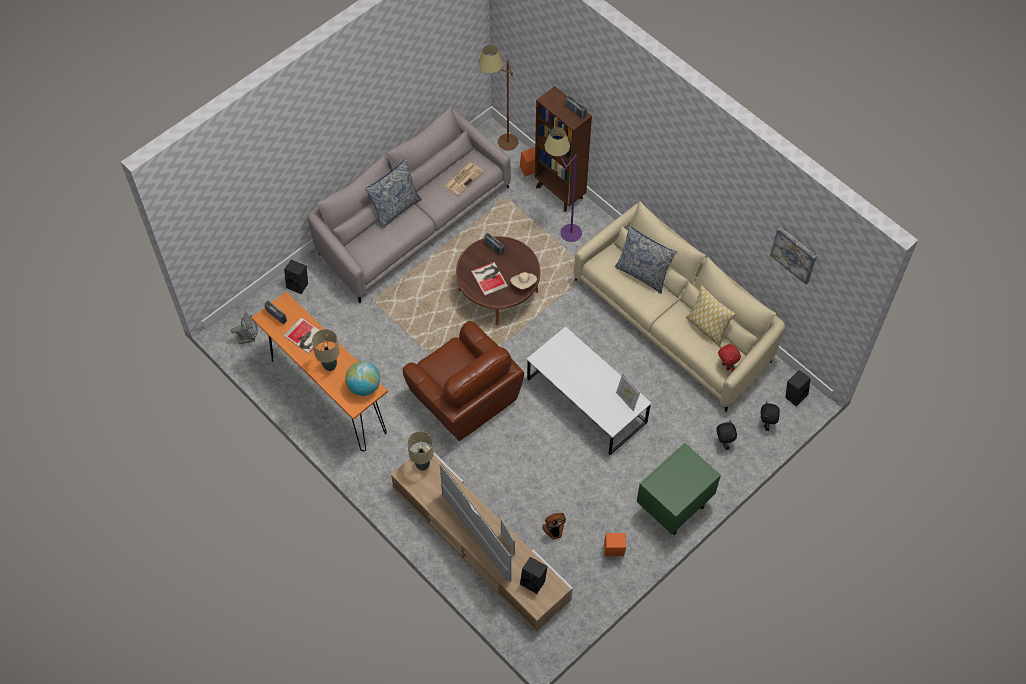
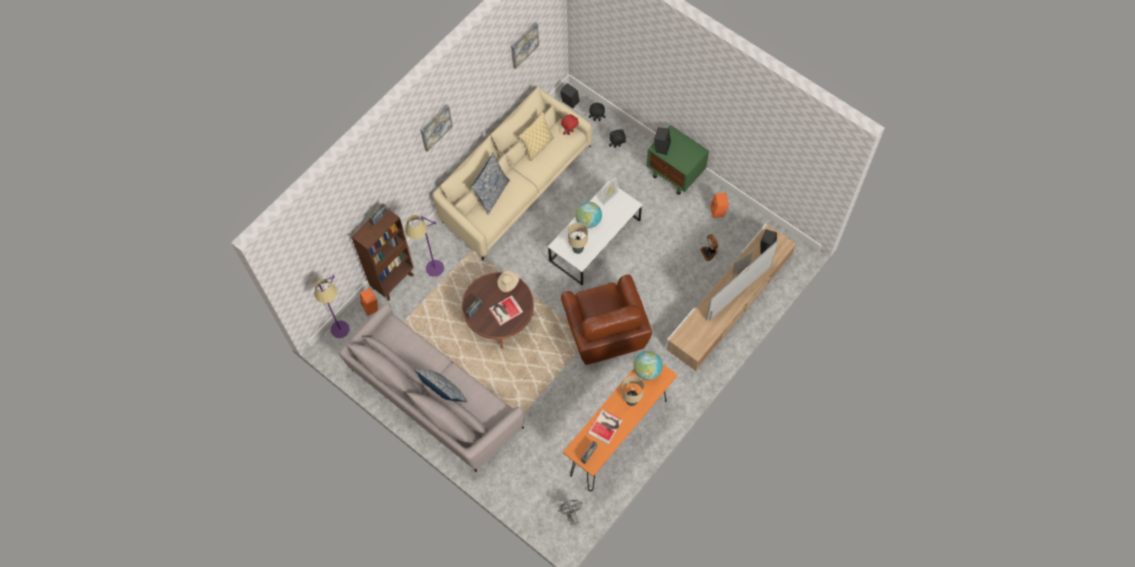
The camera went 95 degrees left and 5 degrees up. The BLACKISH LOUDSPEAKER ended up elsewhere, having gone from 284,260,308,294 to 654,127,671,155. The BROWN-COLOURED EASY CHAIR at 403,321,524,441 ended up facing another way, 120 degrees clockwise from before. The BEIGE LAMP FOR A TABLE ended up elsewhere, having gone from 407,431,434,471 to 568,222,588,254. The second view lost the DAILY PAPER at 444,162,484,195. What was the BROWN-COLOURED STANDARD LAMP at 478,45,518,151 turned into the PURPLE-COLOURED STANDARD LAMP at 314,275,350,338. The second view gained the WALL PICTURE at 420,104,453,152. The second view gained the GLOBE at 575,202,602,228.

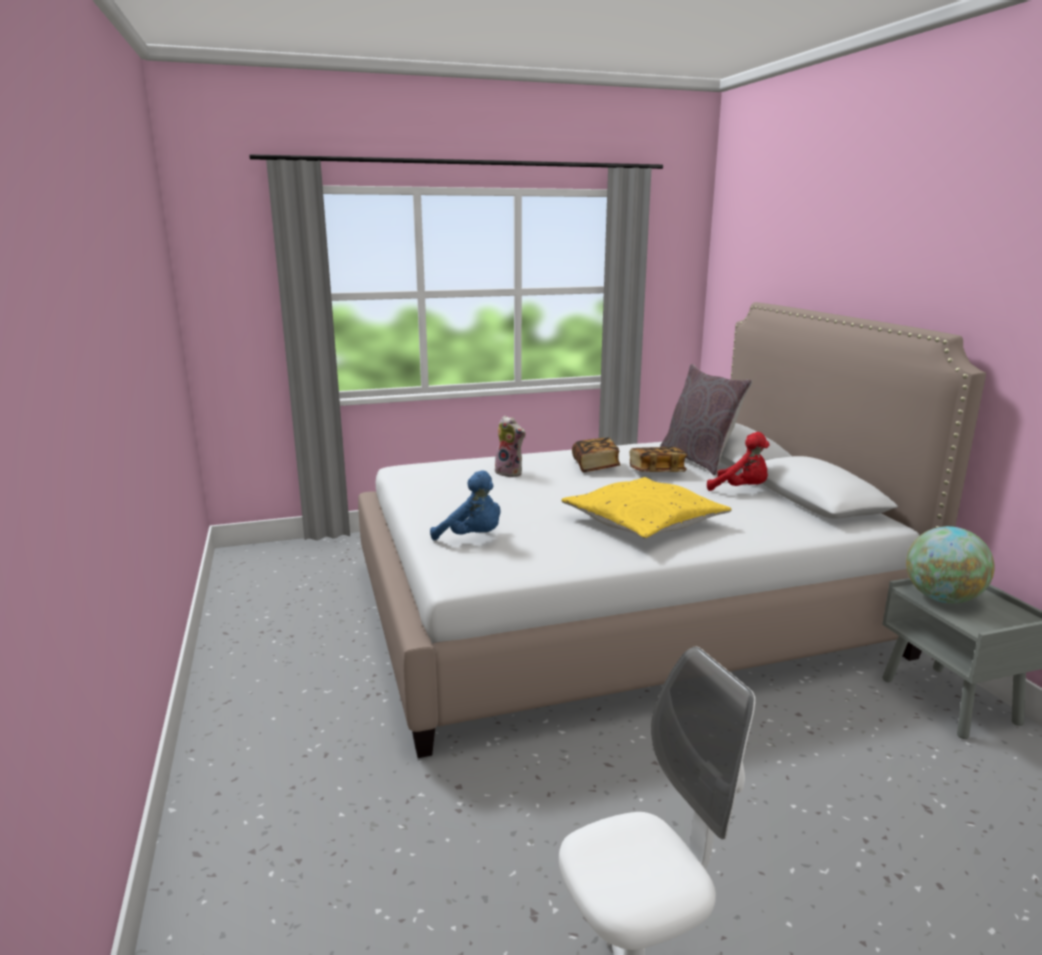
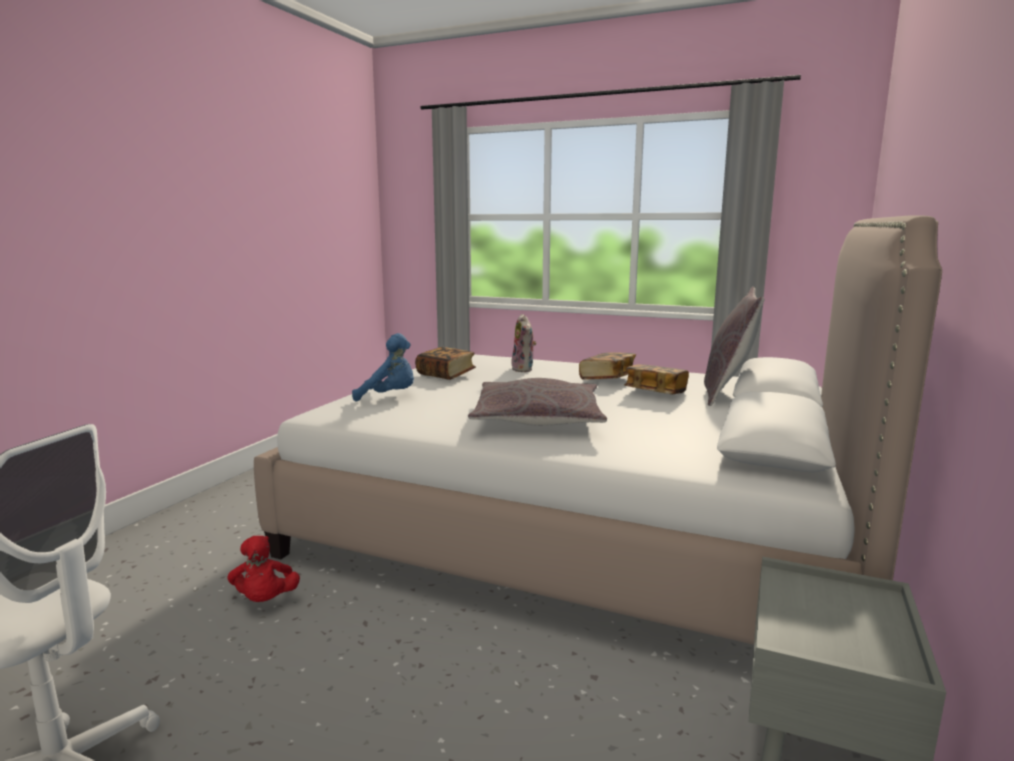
The camera went 40 degrees right and 5 degrees down. The BLUE SOFT TOY at 430,470,501,540 ended up facing another way, 60 degrees counterclockwise from before. What was the YELLOW CUSHION at 561,477,731,539 turned into the GREYISH CUSHION at 468,378,607,426. The RED SOFT TOY ended up elsewhere, having gone from 707,432,770,491 to 227,536,300,602. The second view lost the GLOBE at 906,526,995,604. The second view gained the BOUND BOOK at 415,347,476,380.

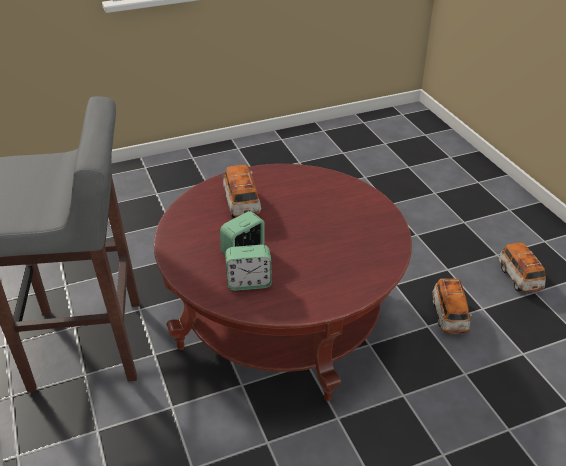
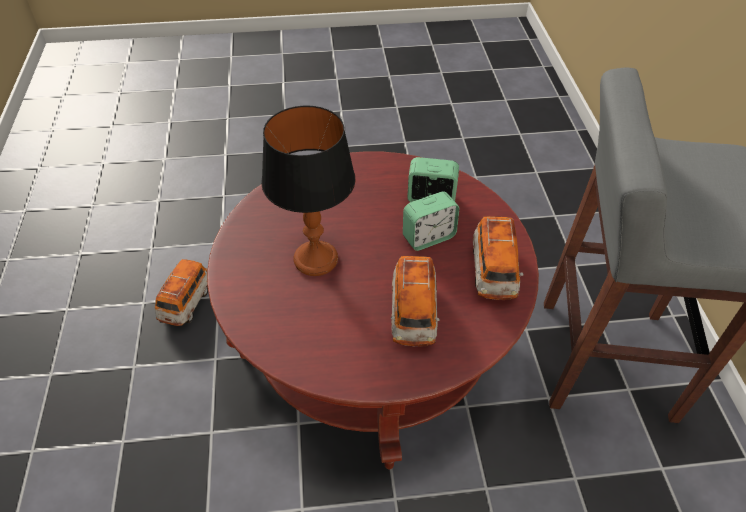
The camera went 165 degrees left and 10 degrees up. The TOY CAR ended up elsewhere, having gone from 498,243,546,294 to 473,216,524,300. The second view gained the LAMP FOR A TABLE at 261,105,355,276.

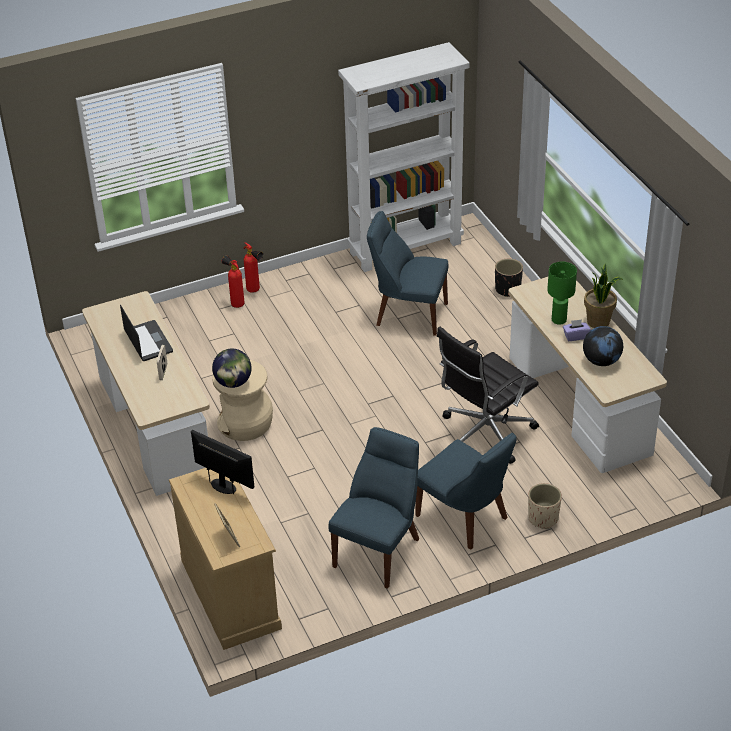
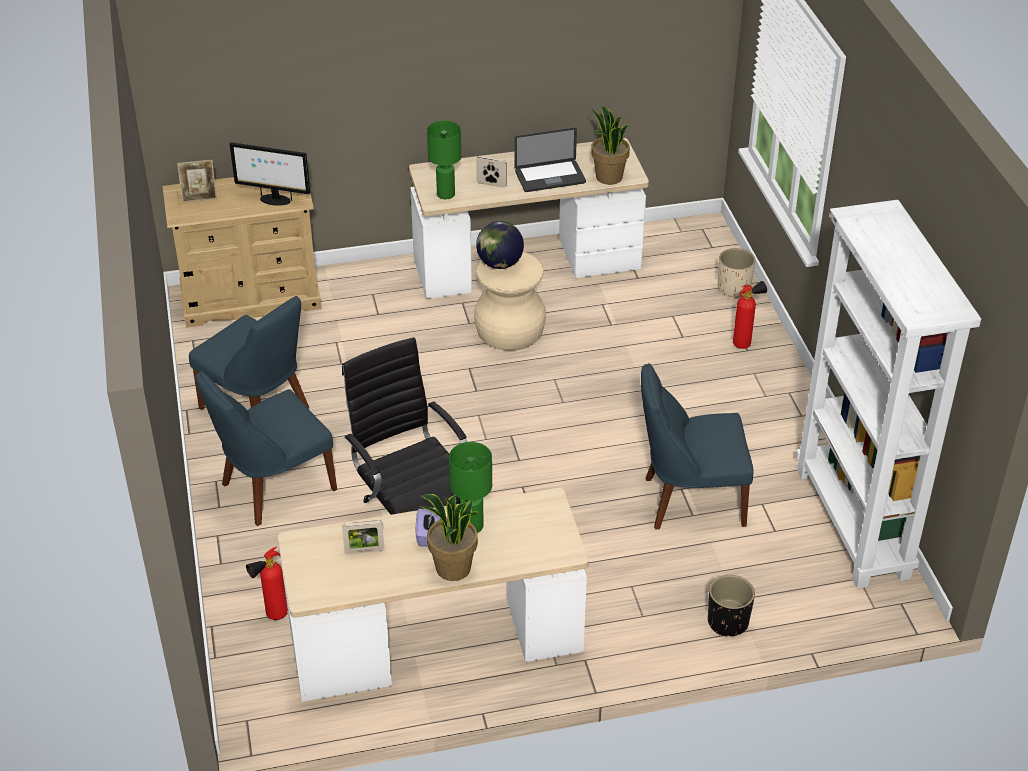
The camera went 100 degrees right and 0 degrees up. The MONITOR at 191,430,254,494 ended up facing another way, 60 degrees clockwise from before. The FIRE EXTINGUISHER ended up elsewhere, having gone from 244,242,263,293 to 246,547,288,620. The BLUE PLAIN CHAIR at 367,211,448,336 ended up facing another way, 120 degrees counterclockwise from before. The BEIGE FLOWER POT ended up elsewhere, having gone from 528,483,562,529 to 718,248,756,298. Where the GLOBE stood at 583,326,623,366, the PICTURE FRAME came to stand at 342,520,384,554. The second view gained the GREENISH LAMP FOR A TABLE at 427,120,461,199. The second view gained the HOUSEPLANT at 590,106,630,185.

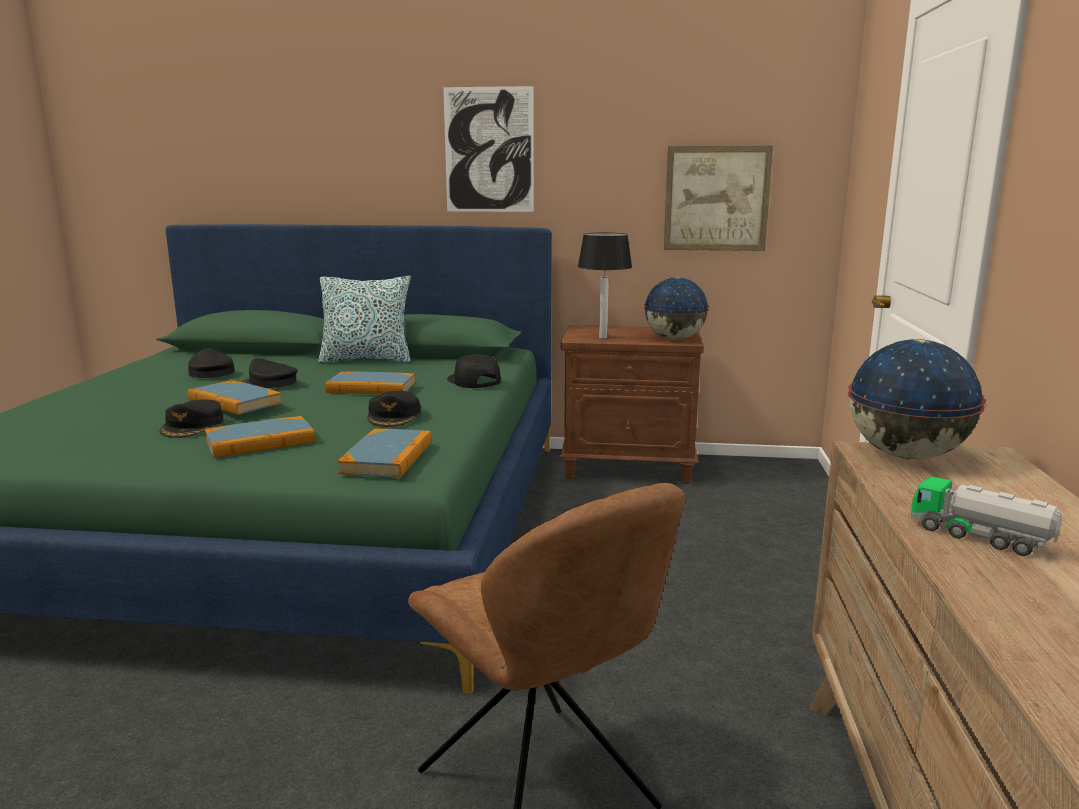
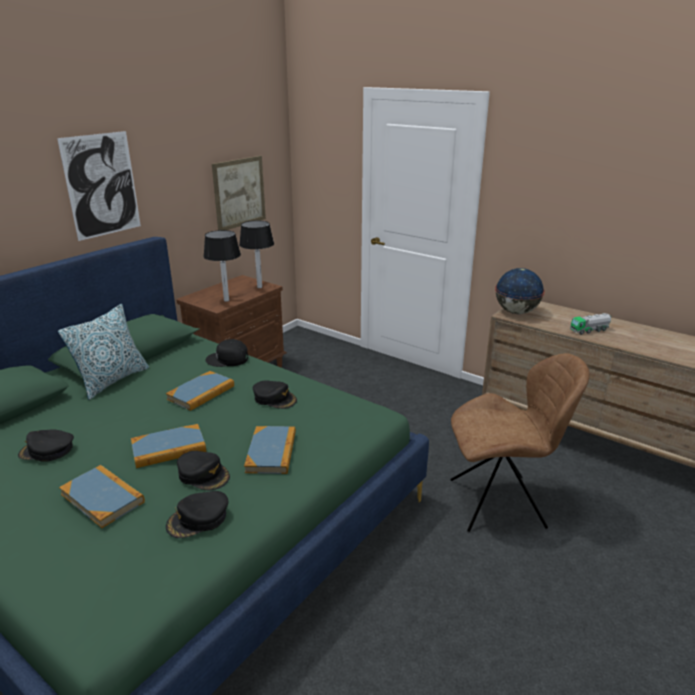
The camera went 60 degrees left and 10 degrees up. The BLACKISH CAP ended up elsewhere, having gone from 241,358,297,388 to 166,491,228,538. The BOUND BOOK ended up elsewhere, having gone from 337,429,432,478 to 59,465,145,528. Where the GLOBE stood at 644,277,709,340, the LAMP FOR A TABLE came to stand at 239,221,274,288.

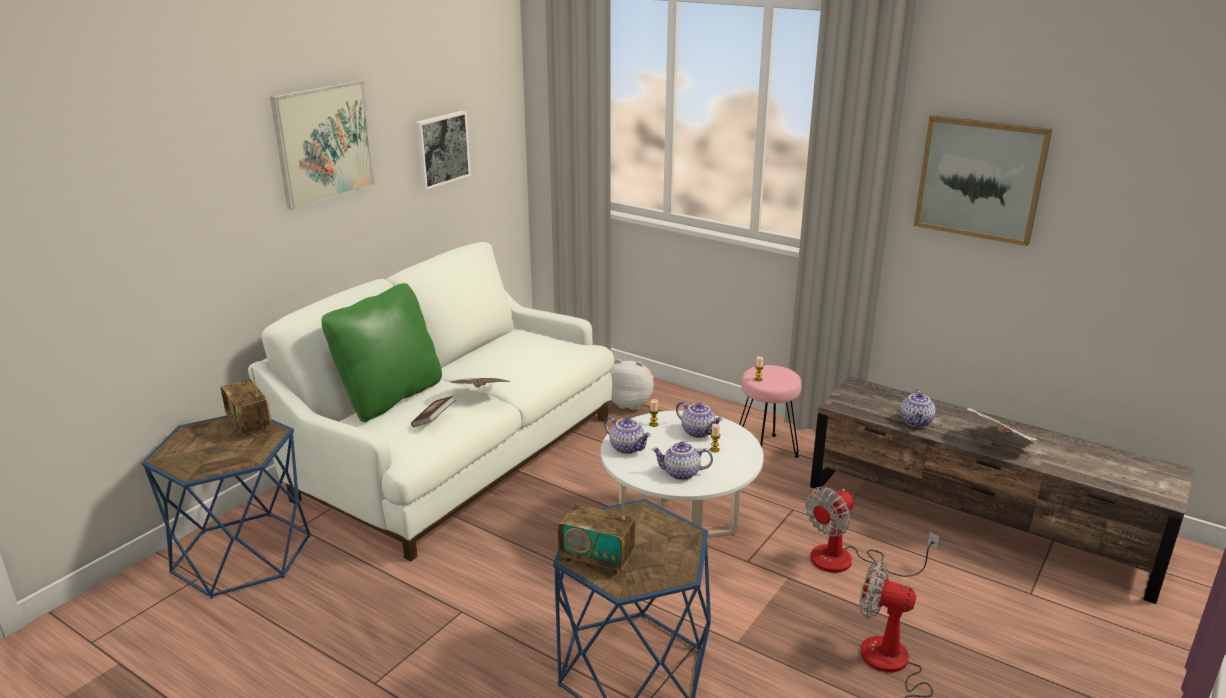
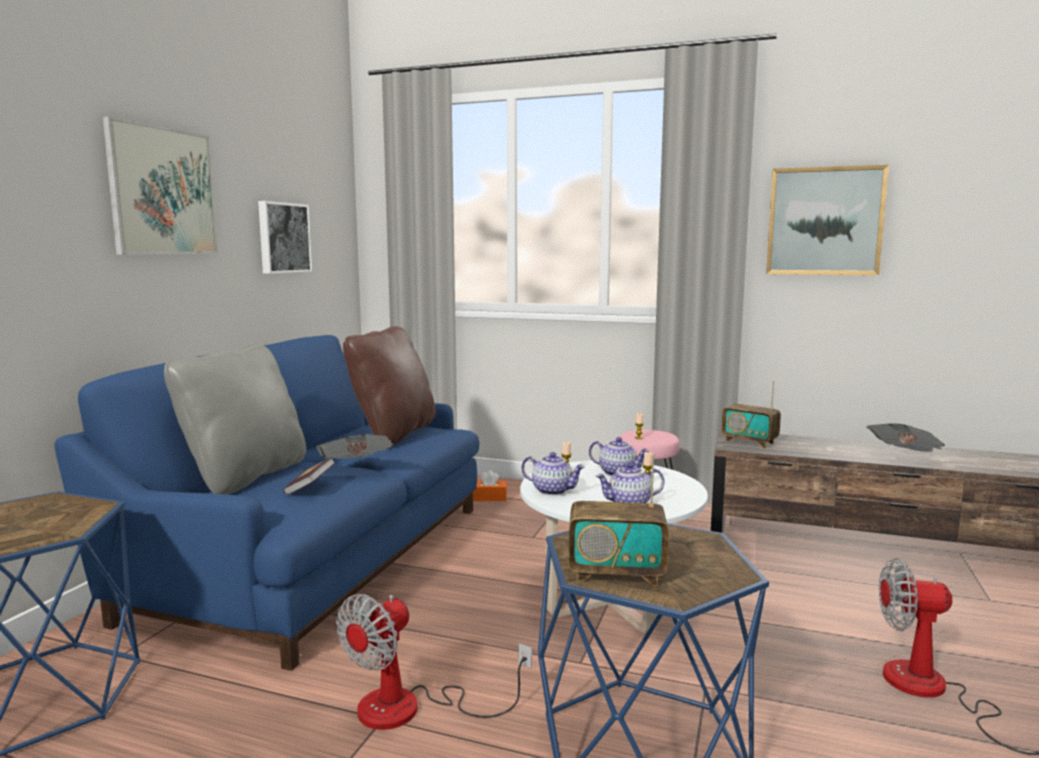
The camera went 15 degrees left and 15 degrees down. The RADIO ended up elsewhere, having gone from 221,367,271,438 to 721,381,781,448. What was the WHITISH COUCH at 248,242,614,562 turned into the BLUE COUCH at 54,335,479,671. What was the GREENISH CUSHION at 321,283,442,422 turned into the GREYISH CUSHION at 164,344,306,495. Where the SOFT TOY stood at 609,359,654,410, the ORANGE TISSUE BOX came to stand at 473,470,507,501. The COOLING FAN ended up elsewhere, having gone from 805,487,940,577 to 336,594,532,730. The second view lost the POT FOR TEA at 900,389,935,427. The second view gained the BROWN-COLOURED CUSHION at 343,326,436,445.

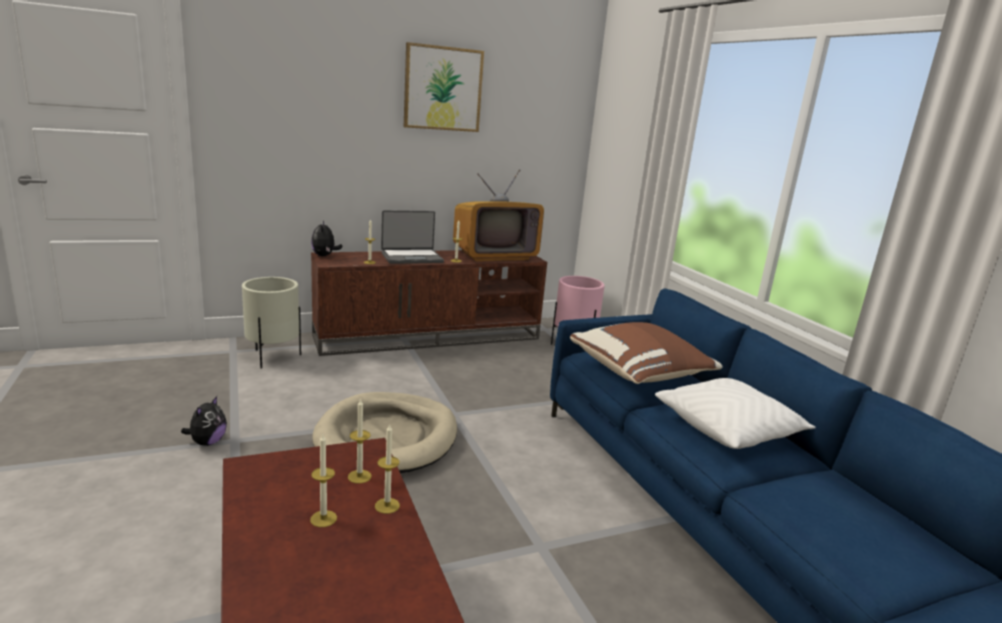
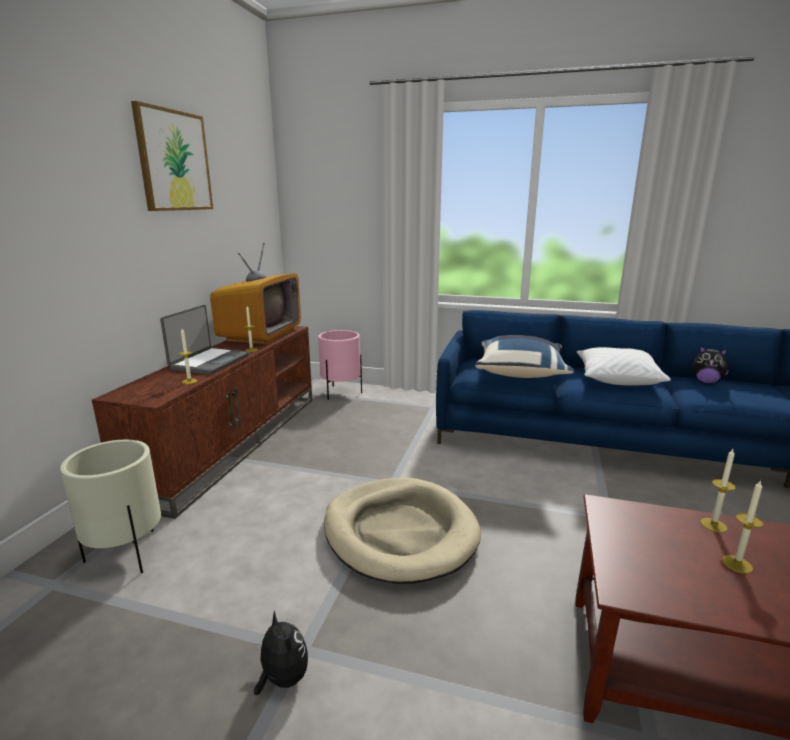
The camera went 50 degrees left and 0 degrees up. The SOFT TOY ended up elsewhere, having gone from 311,221,342,256 to 692,346,729,384. The second view lost the WAX LIGHT at 348,398,372,484. What was the BROWN-COLOURED CUSHION at 570,322,723,384 turned into the BLUE CUSHION at 475,335,574,378.

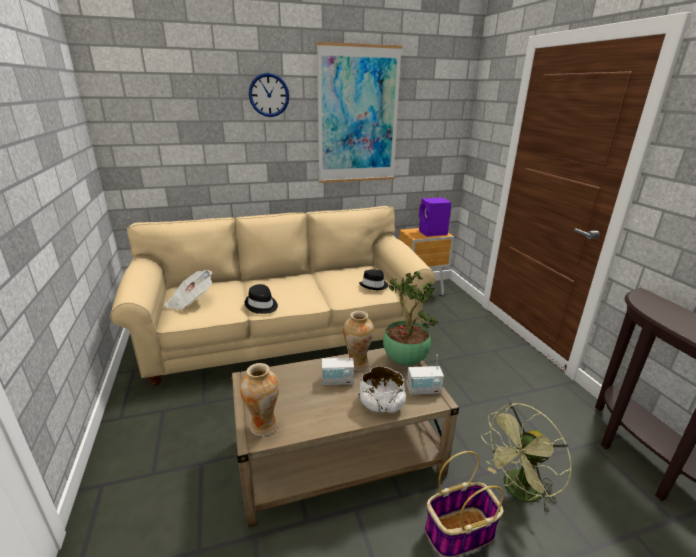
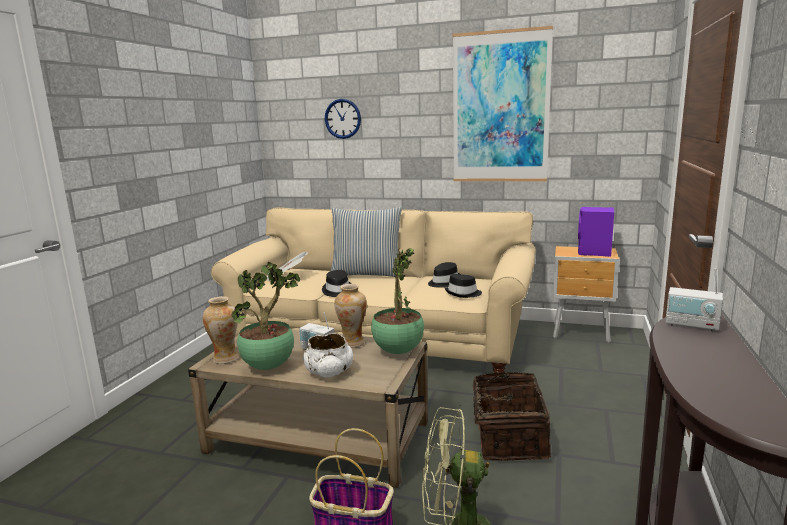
The camera went 35 degrees right and 10 degrees down. The HANGING CLOCK ended up elsewhere, having gone from 249,73,289,117 to 325,99,361,139. The RADIO ended up elsewhere, having gone from 407,354,444,395 to 666,268,723,331. The second view gained the HOUSEPLANT at 232,261,300,370. The second view gained the CUSHION at 331,207,402,277. The second view gained the BLACKISH HAT at 428,262,460,288. The second view gained the HOUSEHOLD BASKET at 459,372,551,461.

